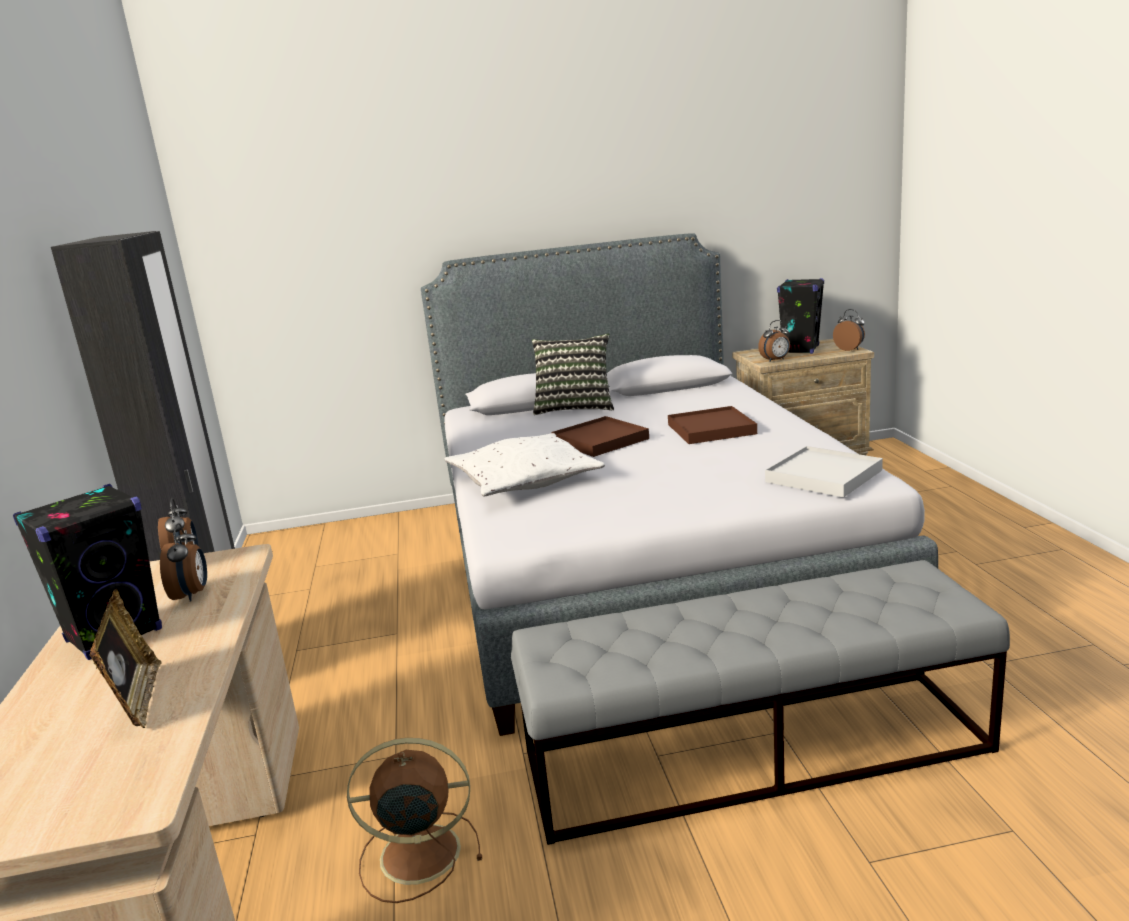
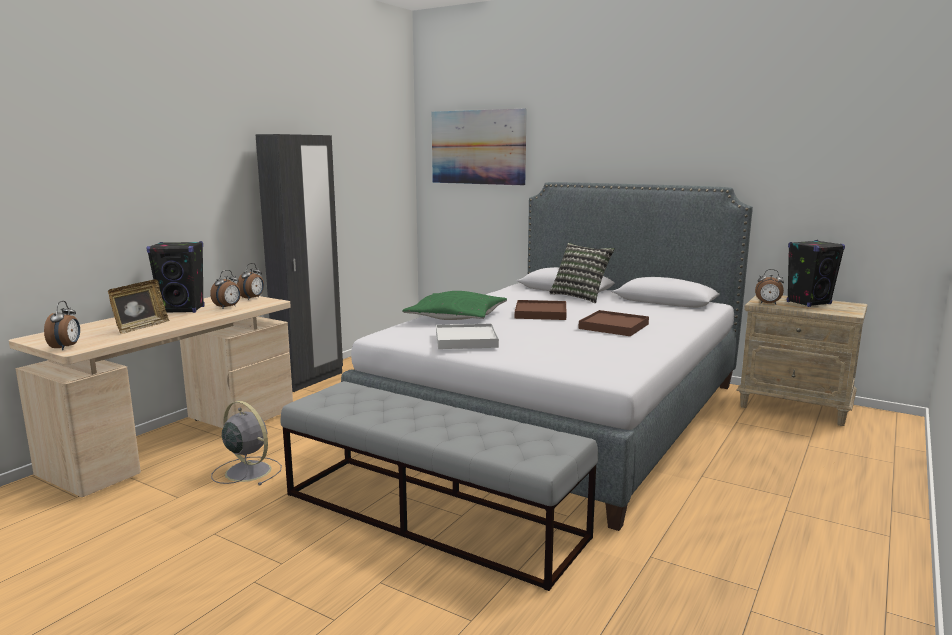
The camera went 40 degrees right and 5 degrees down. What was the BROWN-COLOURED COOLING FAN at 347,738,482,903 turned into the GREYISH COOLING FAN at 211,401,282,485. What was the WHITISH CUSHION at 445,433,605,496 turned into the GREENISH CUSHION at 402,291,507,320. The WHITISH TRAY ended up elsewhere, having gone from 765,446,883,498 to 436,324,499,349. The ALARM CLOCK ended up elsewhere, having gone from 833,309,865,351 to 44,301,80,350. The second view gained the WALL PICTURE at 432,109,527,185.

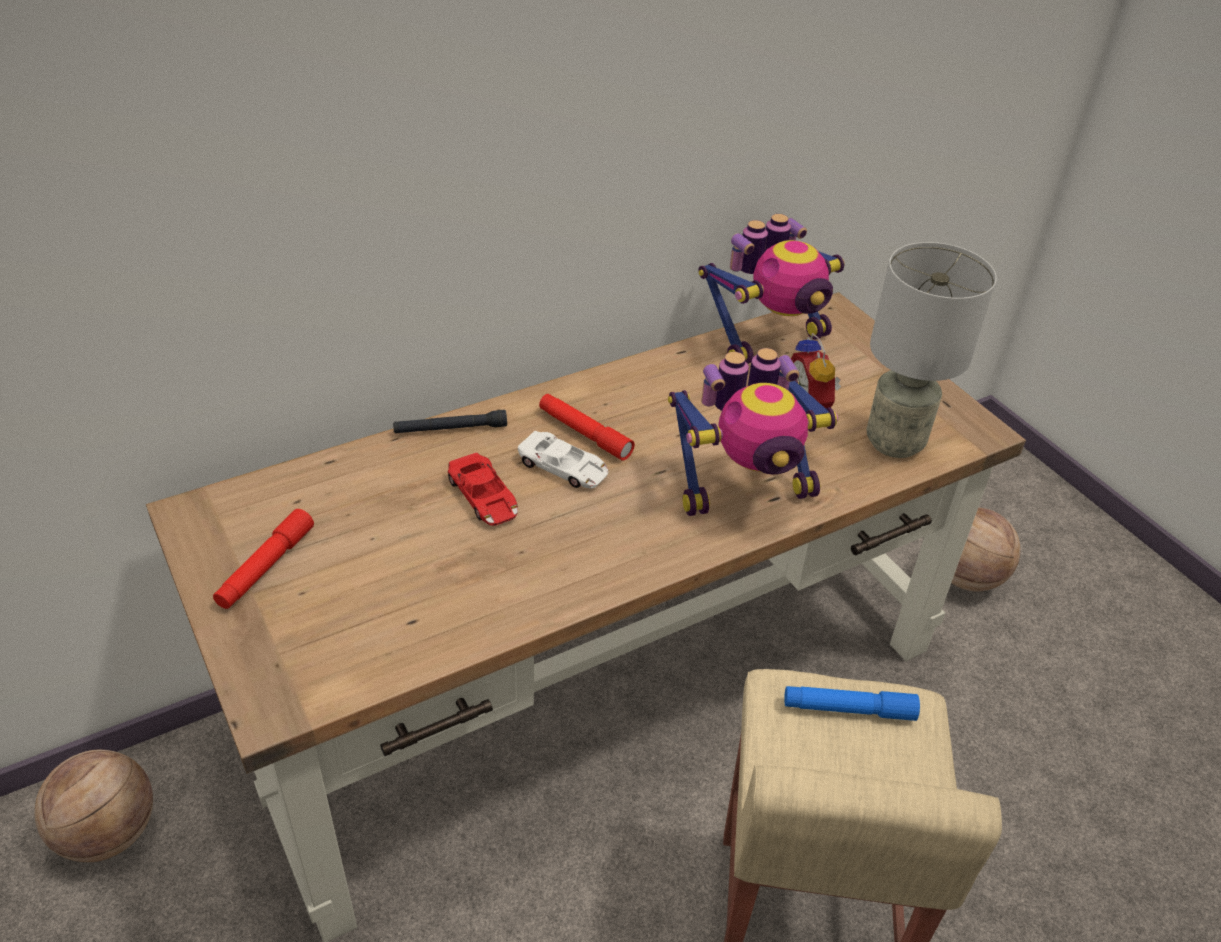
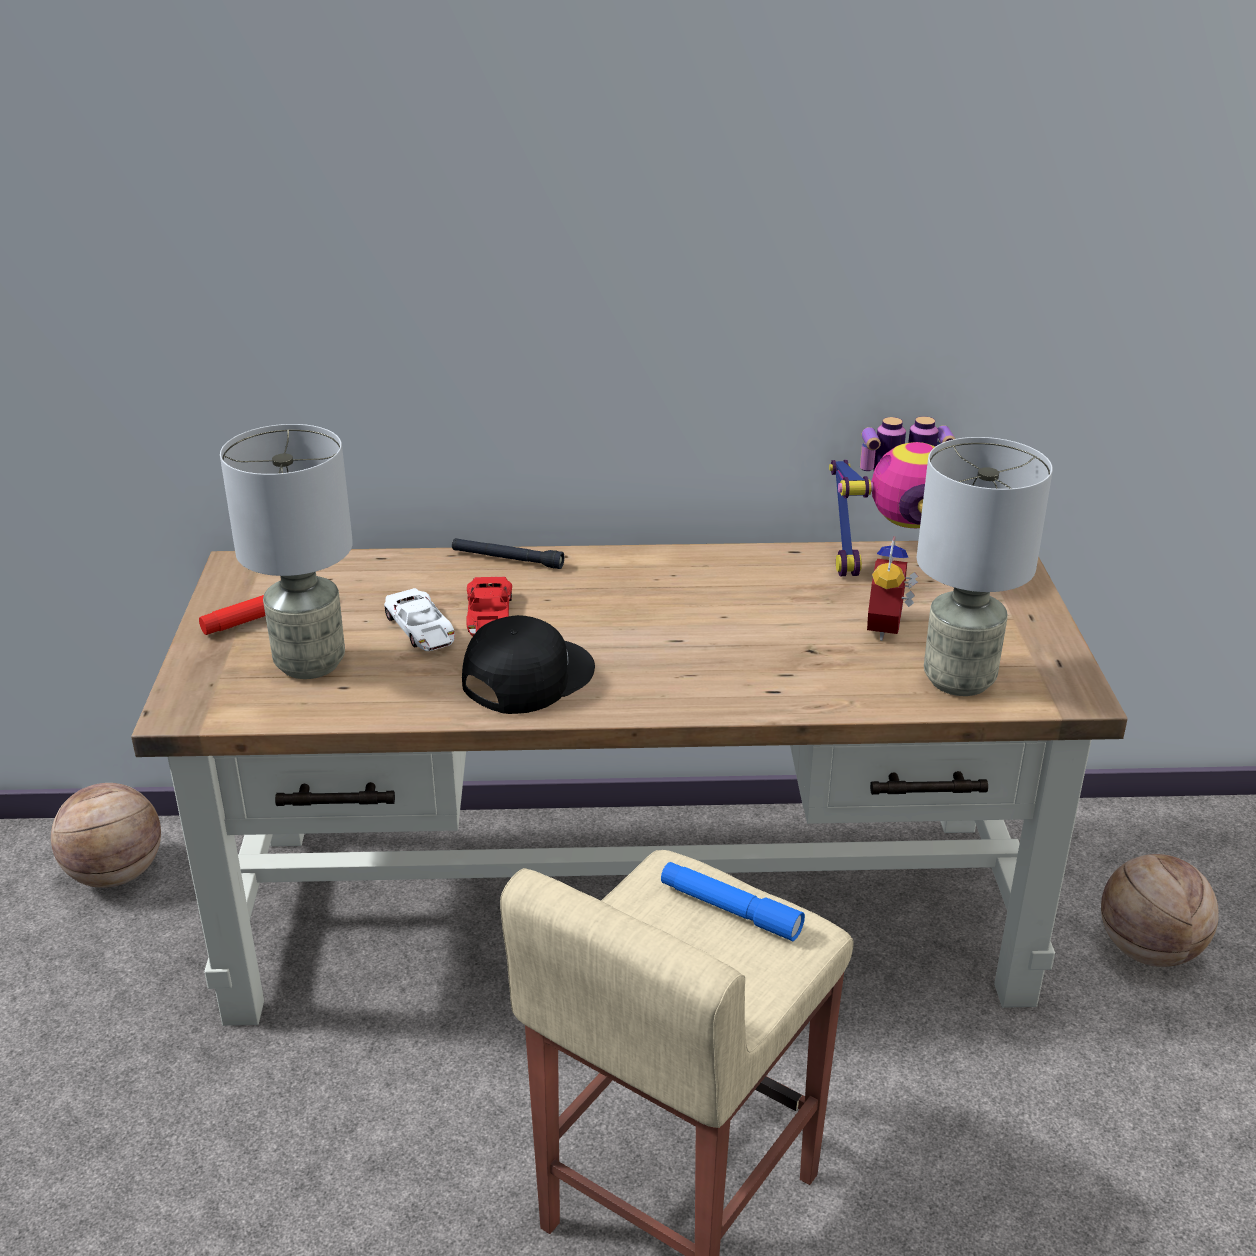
The camera went 30 degrees right and 10 degrees down. The WHITISH TOY CAR ended up elsewhere, having gone from 518,431,608,489 to 384,588,455,651. The second view lost the RED TORCH at 539,394,635,461. The second view lost the TOY ROBOT at 668,348,838,516. The second view gained the GREYISH LAMP FOR A TABLE at 220,424,353,679. The second view gained the BLACKISH CAP at 462,615,595,714.

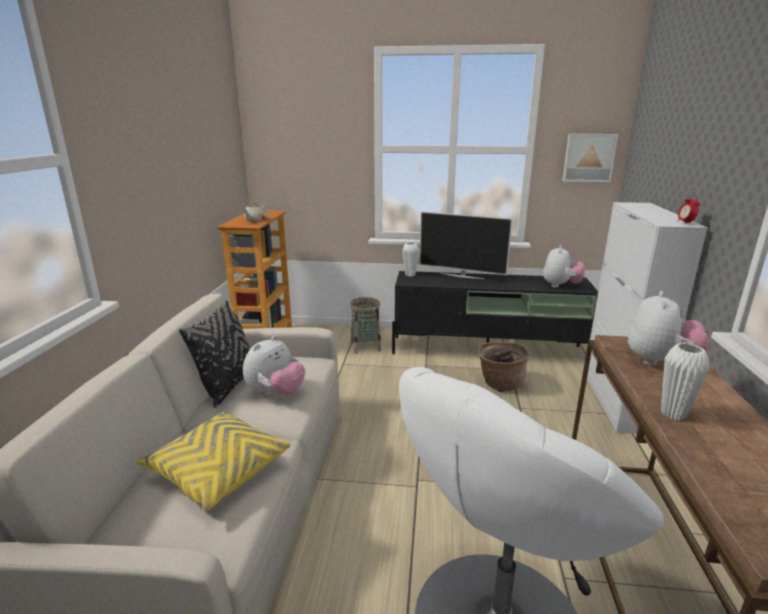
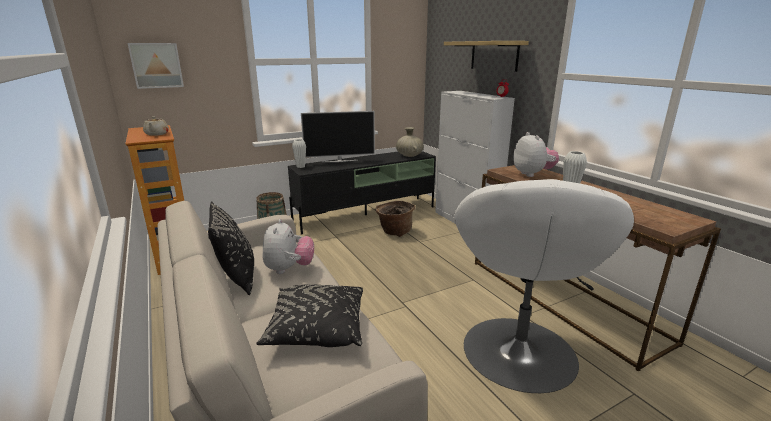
The camera went 35 degrees left and 0 degrees up. What was the YELLOW CUSHION at 137,412,291,512 turned into the BLACKISH CUSHION at 256,284,363,347. Where the SOFT TOY stood at 543,245,585,288, the BEIGE DECORATIVE VASE came to stand at 396,127,424,157. The WALL PICTURE ended up elsewhere, having gone from 562,134,618,182 to 128,43,184,89. The second view gained the WALL SHELF at 444,41,529,72.

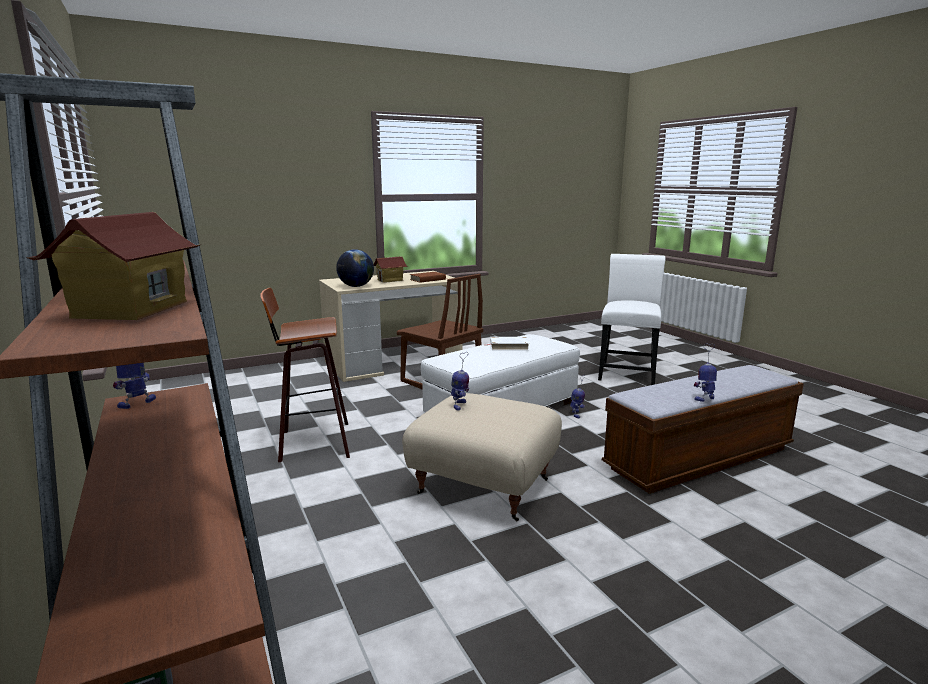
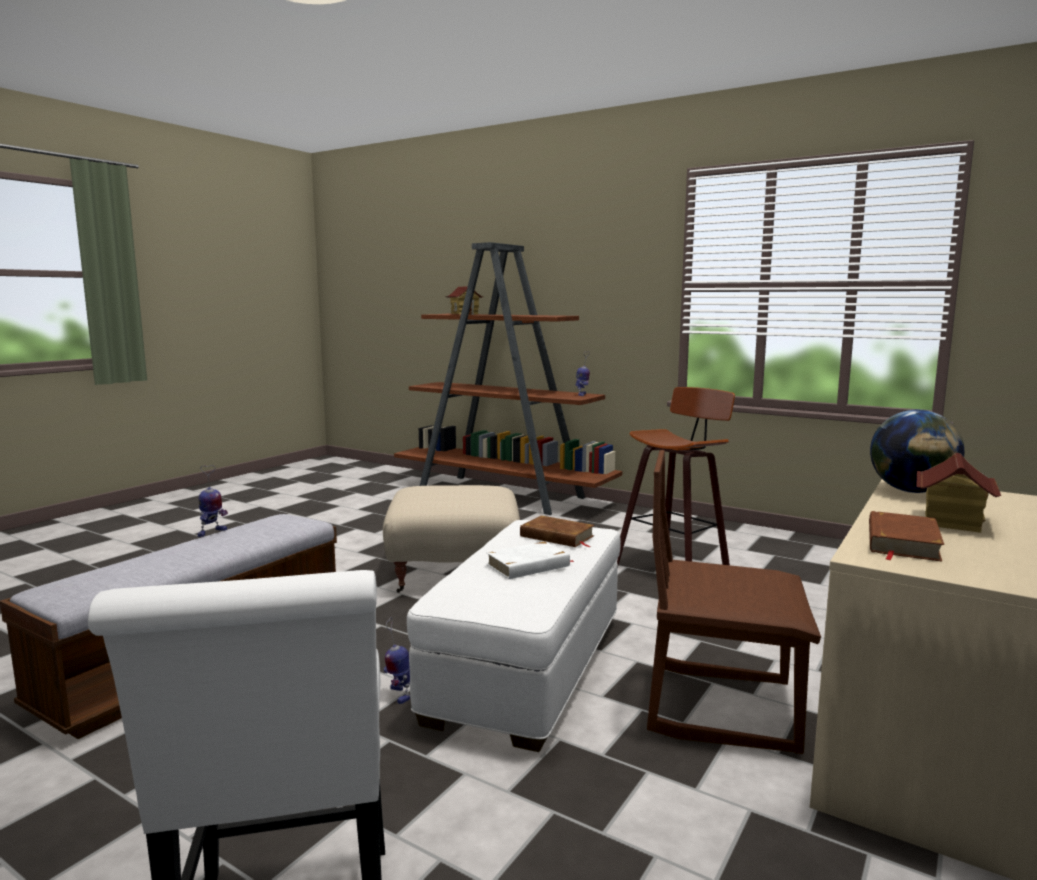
The camera went 150 degrees right and 5 degrees down. The second view lost the TOY ROBOT at 451,352,469,410. The second view gained the BROWN-COLOURED BOUND BOOK at 520,516,594,547.

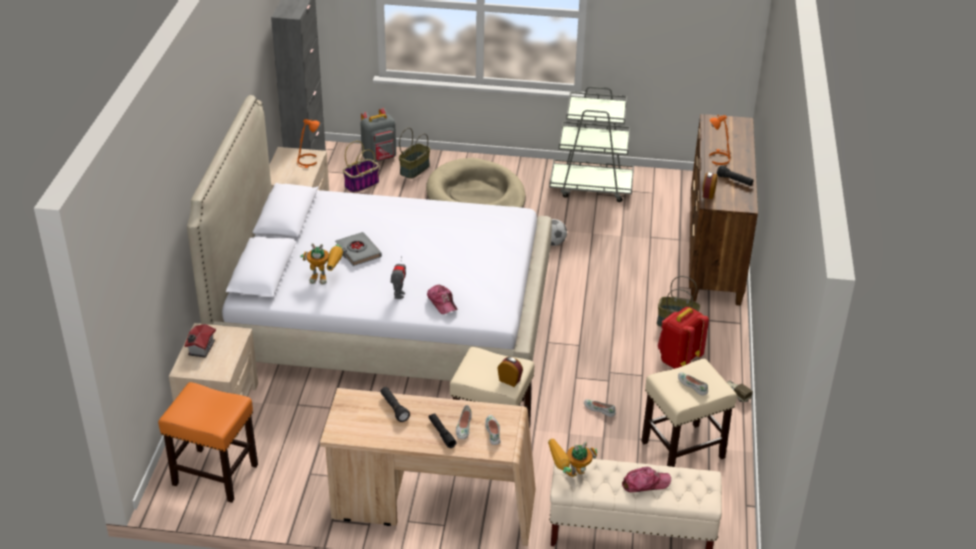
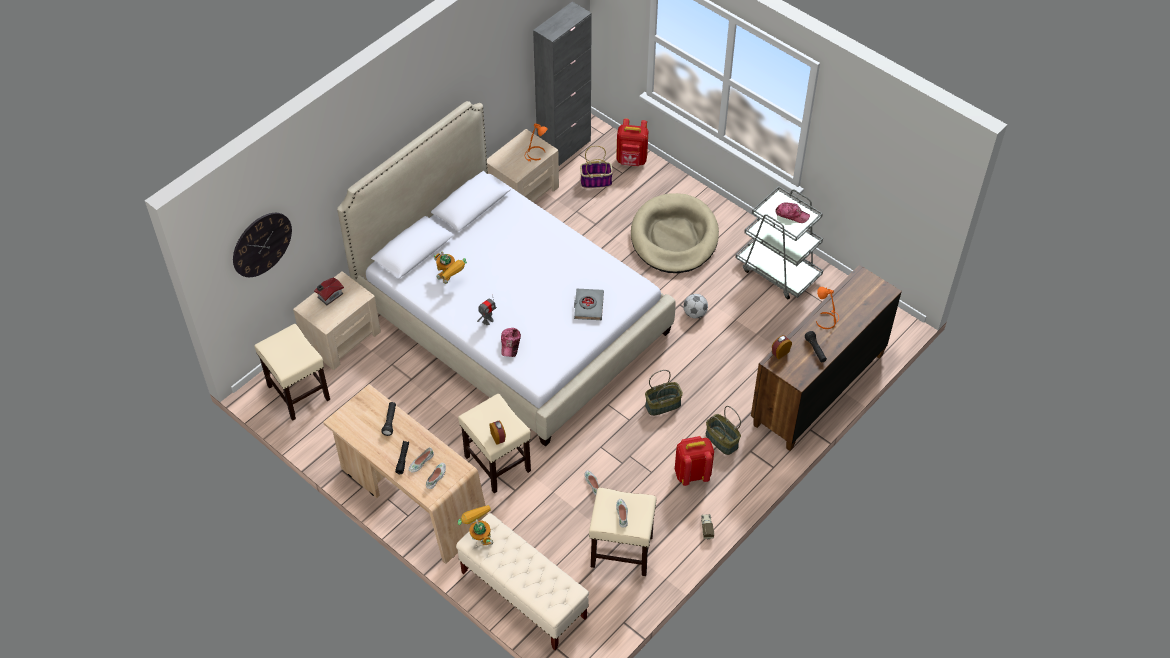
The camera went 35 degrees right and 15 degrees up. What was the ORANGE SITTING STOOL at 158,382,258,503 turned into the BEIGE SITTING STOOL at 254,324,330,421. The GREYISH BOUND BOOK ended up elsewhere, having gone from 335,232,382,266 to 574,289,604,320. What was the GREYISH RUCKSACK at 361,108,396,162 turned into the RED RUCKSACK at 616,119,648,166. The HOUSEHOLD BASKET ended up elsewhere, having gone from 399,128,430,179 to 645,370,683,416. The TOY ROBOT at 548,439,598,477 ended up facing another way, 45 degrees clockwise from before. The CAP ended up elsewhere, having gone from 622,467,671,492 to 775,203,810,223. The second view gained the HANGING CLOCK at 233,213,292,277.

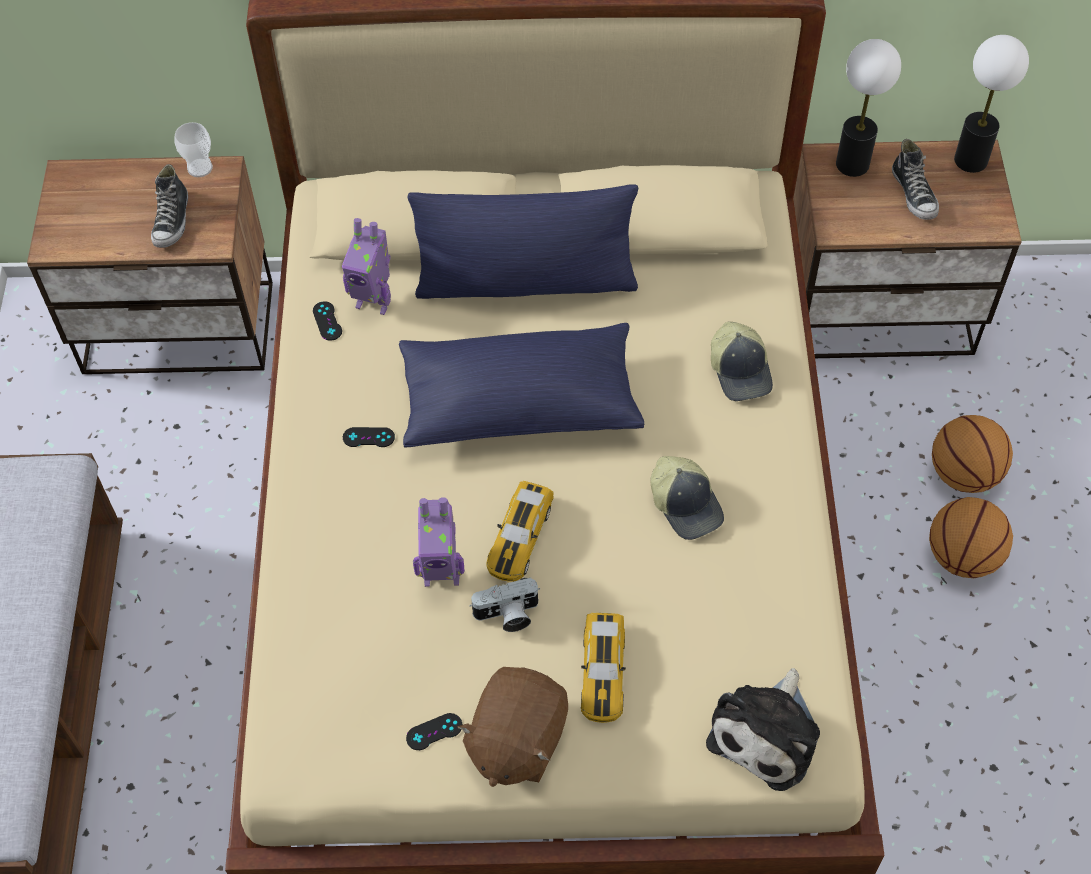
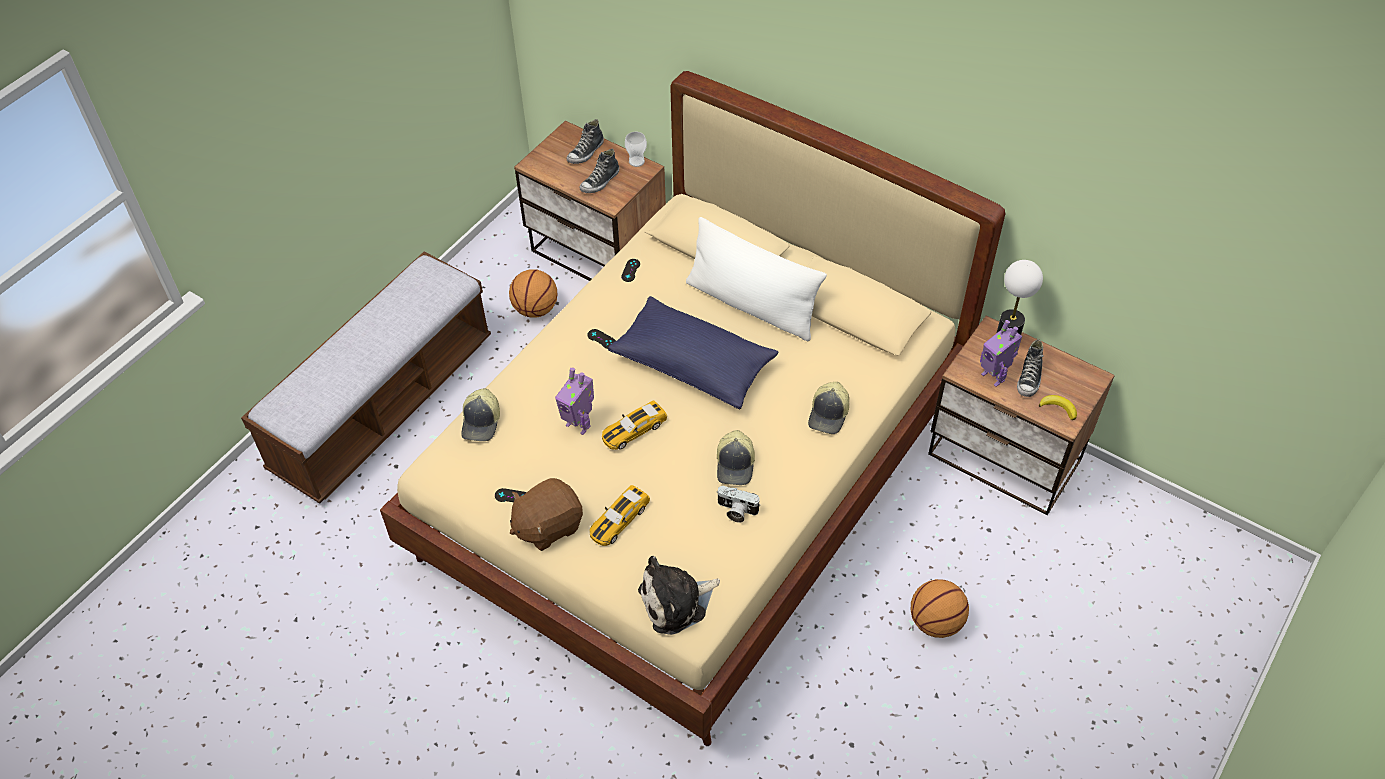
The camera went 35 degrees right and 5 degrees down. The TOY ROBOT ended up elsewhere, having gone from 342,218,391,315 to 980,320,1022,387. What was the BLUE CUSHION at 407,184,638,299 turned into the WHITISH CUSHION at 686,217,827,342. The PHOTO CAMERA ended up elsewhere, having gone from 470,578,540,632 to 717,486,760,523. The BASKETBALL BALL ended up elsewhere, having gone from 932,415,1013,493 to 509,269,557,317. The second view lost the LAMP FOR A TABLE at 954,35,1029,173. The second view gained the CAP at 461,388,500,441. The second view gained the SHOE at 566,119,604,164. The second view gained the BANANA at 1039,395,1077,420.

